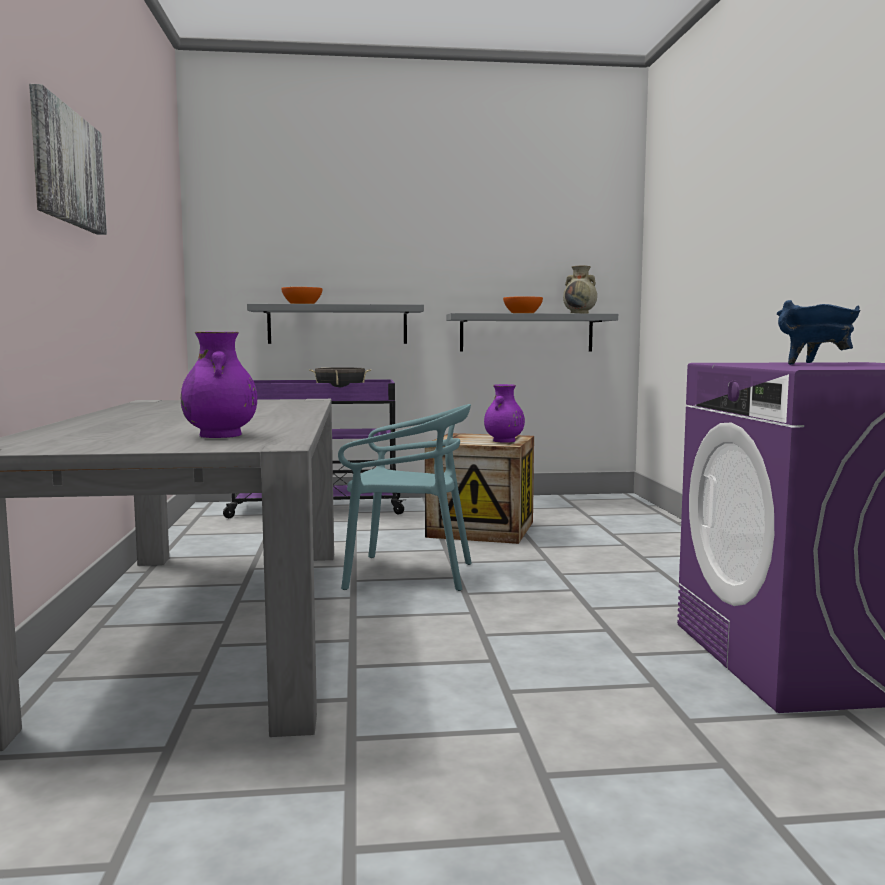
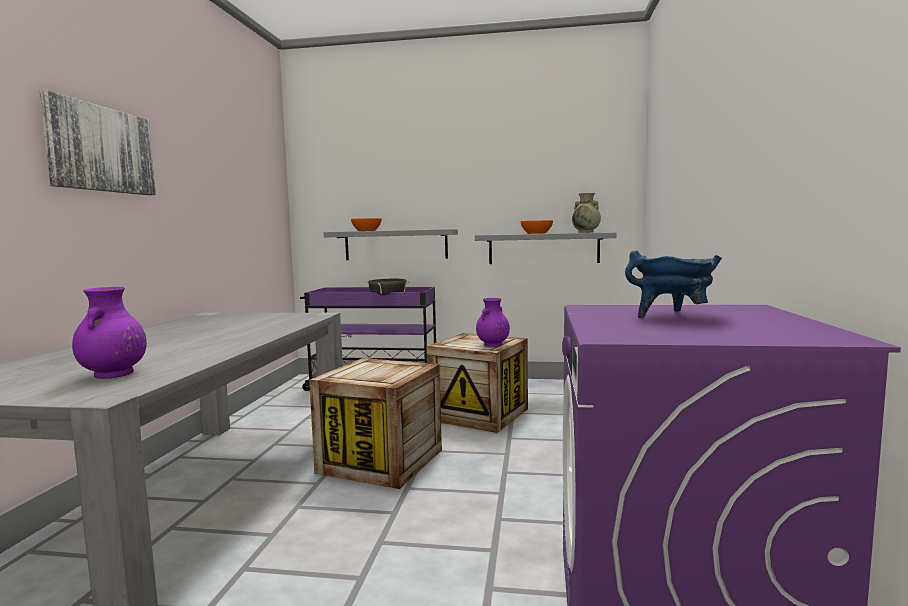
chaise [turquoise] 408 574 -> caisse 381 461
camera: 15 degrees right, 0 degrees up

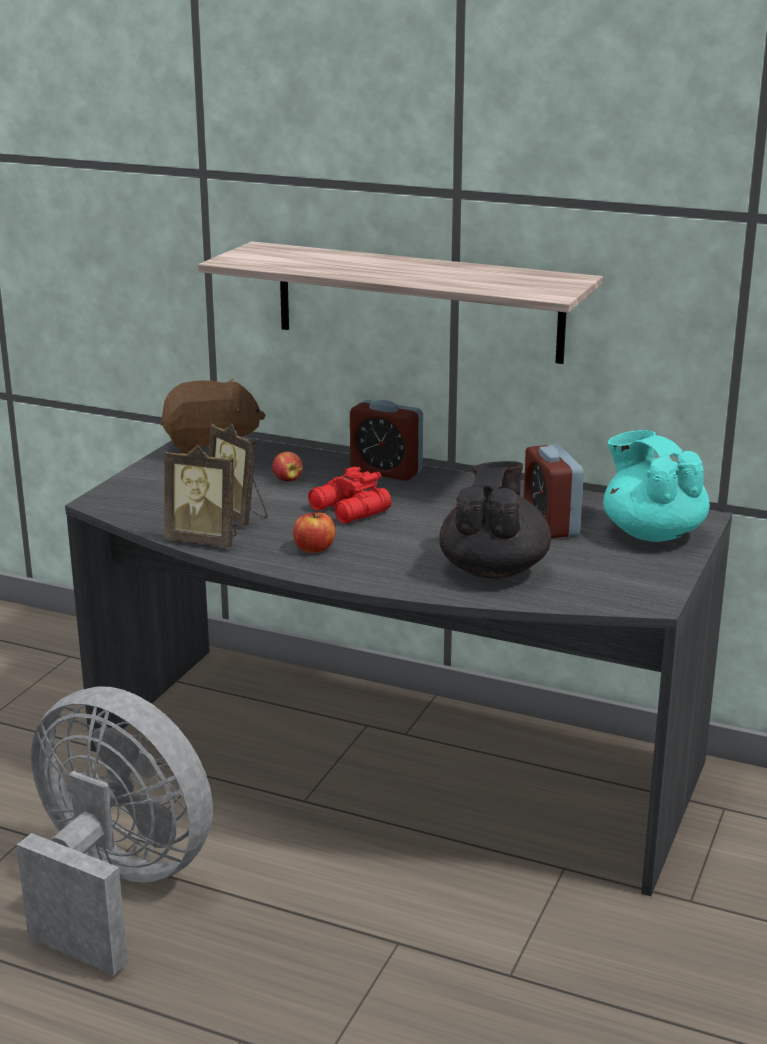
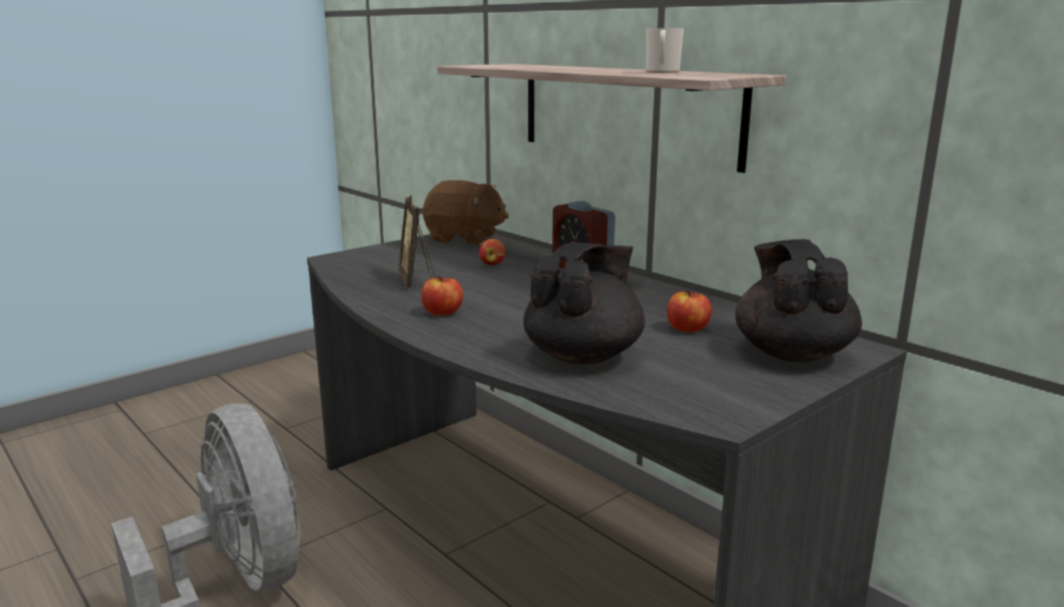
cadre photo 204 540 -> none
jumelles [rouge] 349 511 -> none
none -> mug 662 72
réveil 550 524 -> pomme 687 329
théière [turquoise] 651 533 -> théière [noir] 792 353
camera: 25 degrees right, 5 degrees down

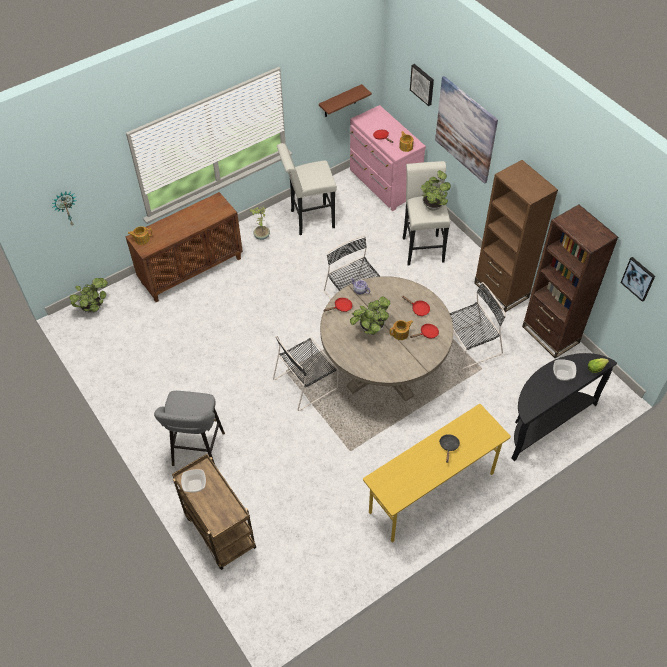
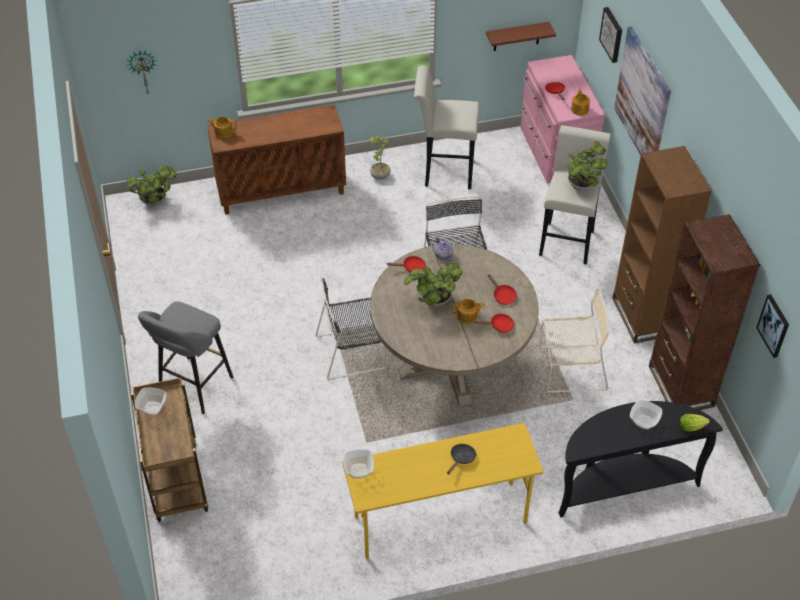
none -> bol 358 470
chaise [noir] 469 345 -> chaise [beige] 570 368
camera: 20 degrees right, 5 degrees down

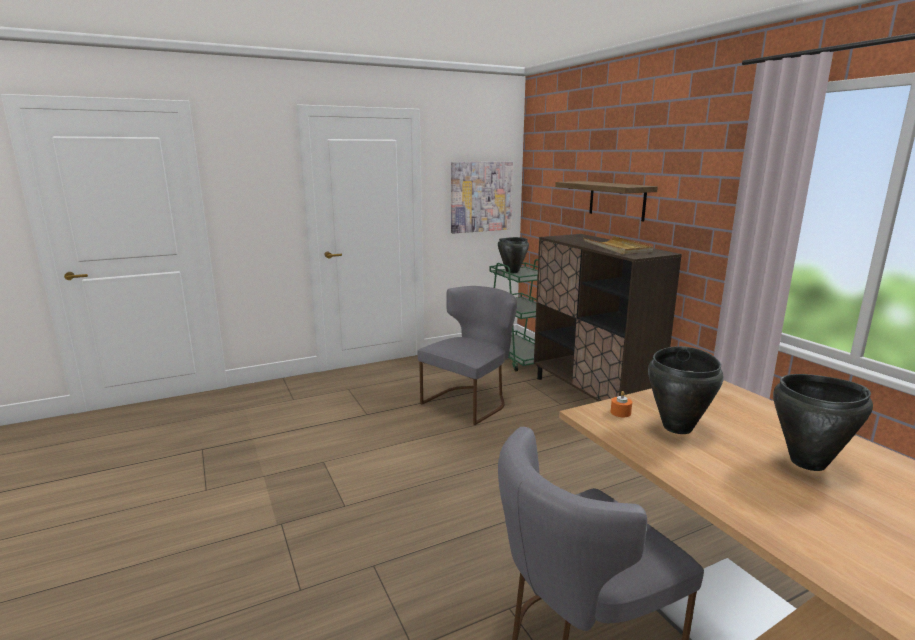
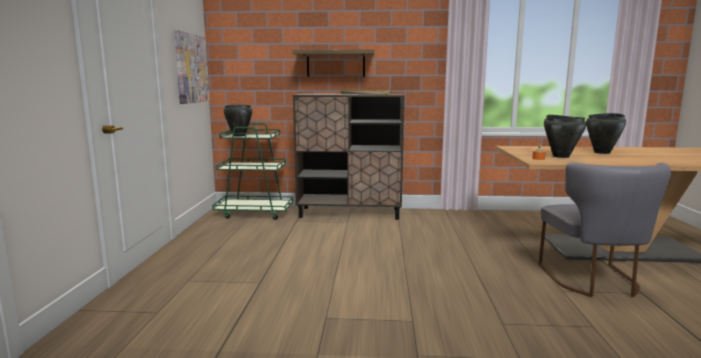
chaise [gris] 470 401 -> none
camera: 60 degrees left, 5 degrees down

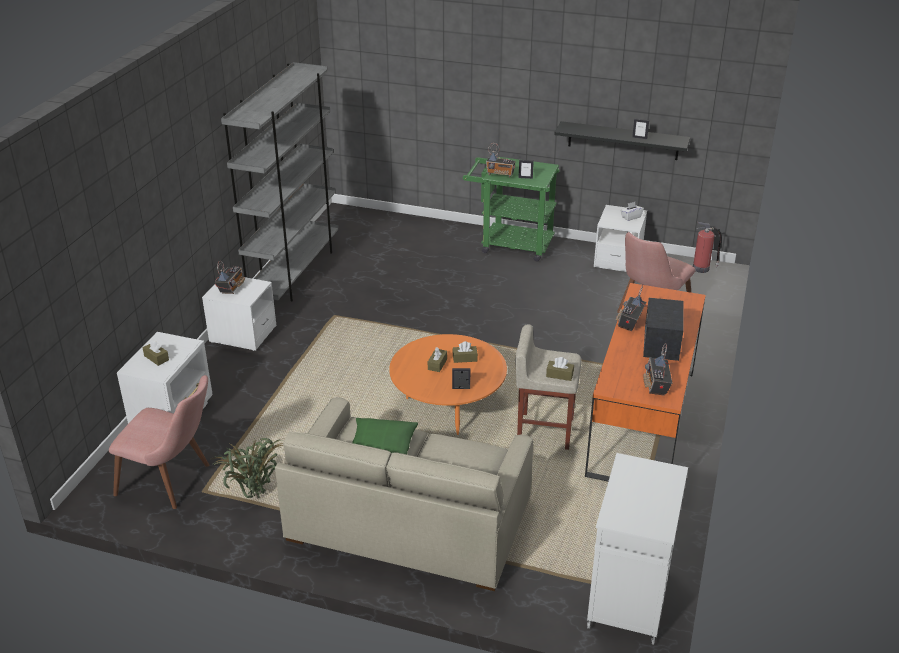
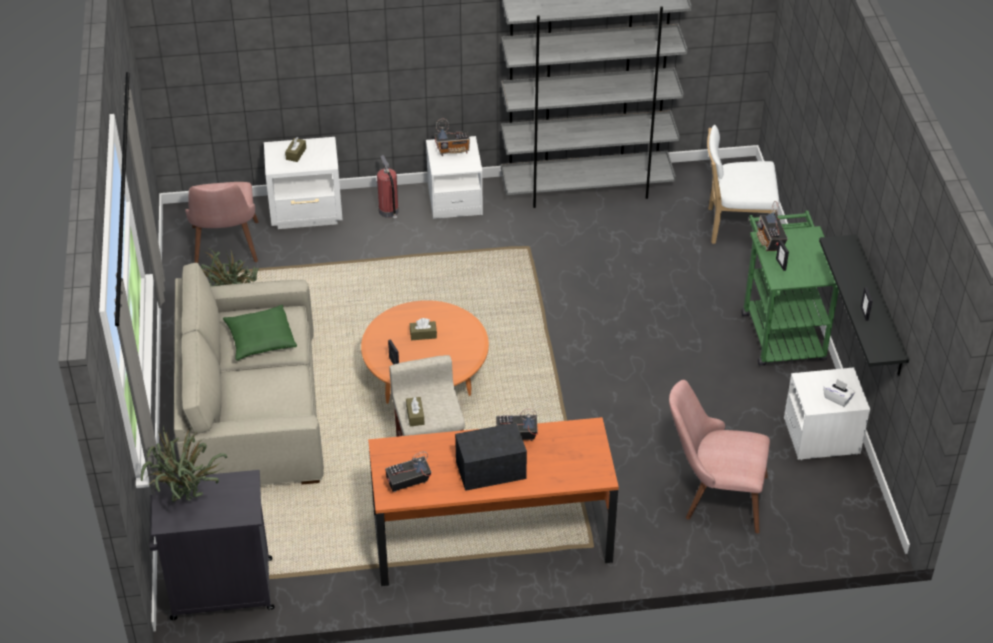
boîte à mouchoirs [marron] 464 358 -> none
none -> plante en pot 187 501
none -> chaise [blanc] 735 226
extincteur 702 268 -> extincteur 389 212, shifted
meuble de rangement [blanc] 628 599 -> meuble de rangement [noir] 219 590
camera: 65 degrees right, 10 degrees up

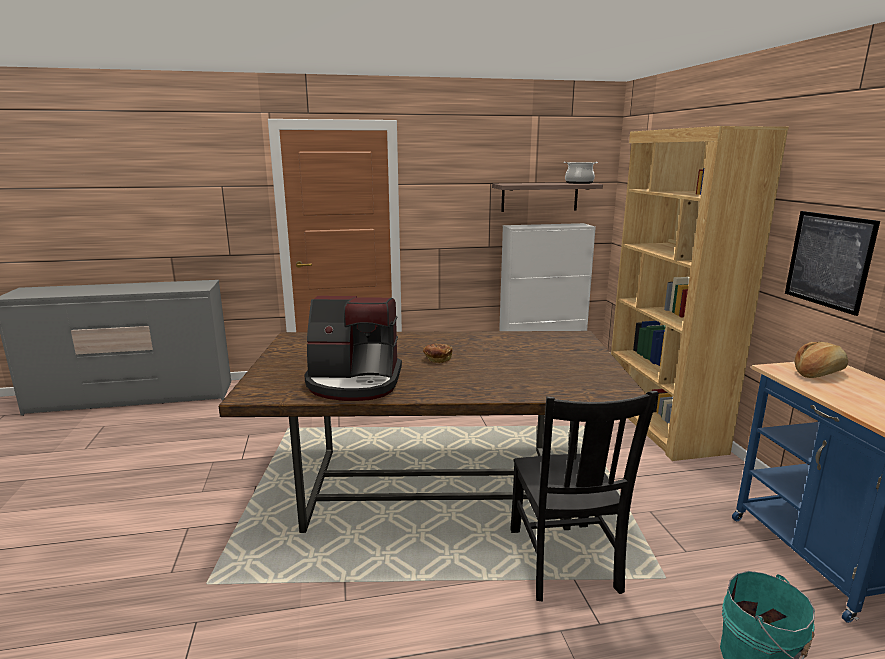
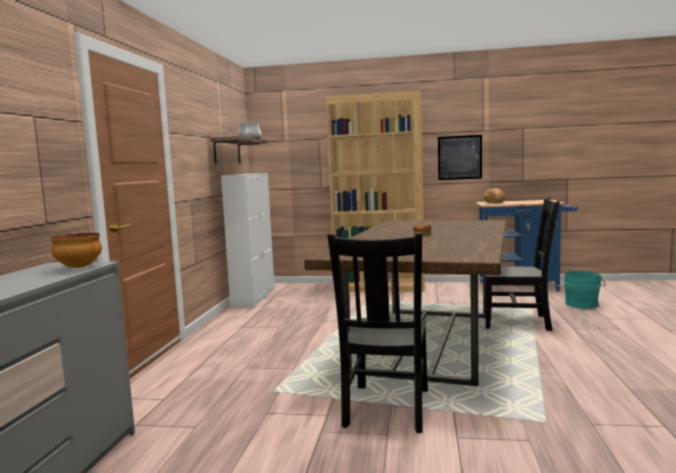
machine à café 354 382 -> none
none -> bol 78 267
none -> chaise [noir] 386 409
camera: 70 degrees left, 10 degrees down

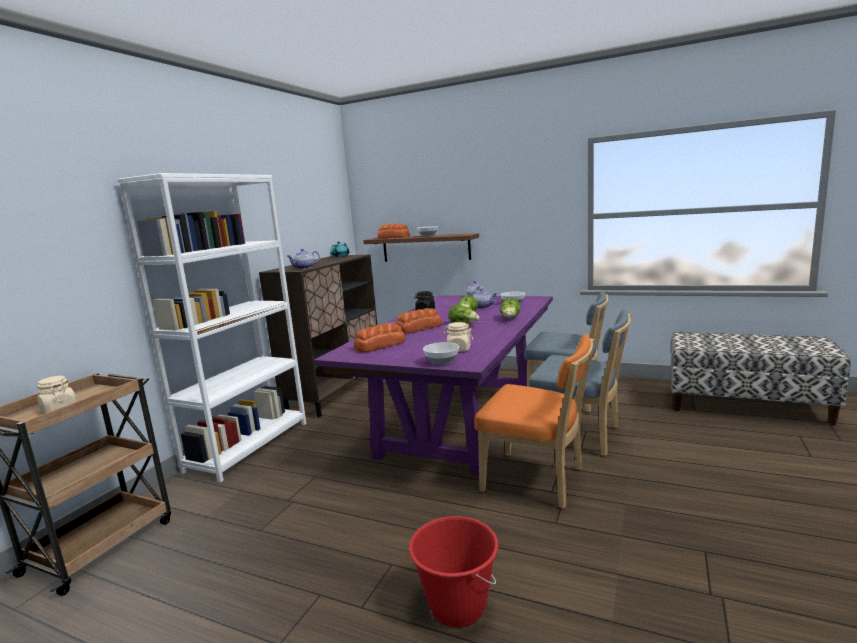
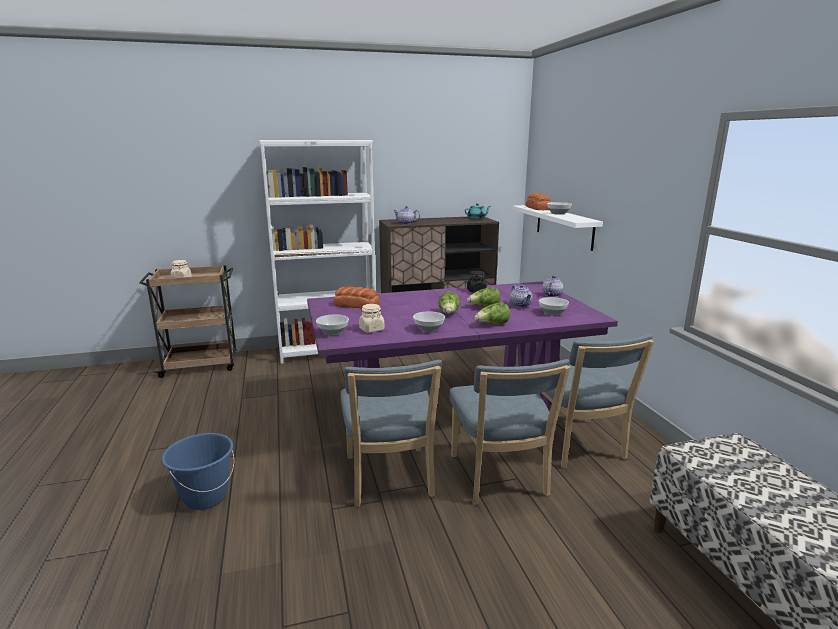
pain 419 328 -> none
none -> bol 428 329
étagère [marron] 425 248 -> étagère [blanc] 564 226
seau [rouge] 457 606 -> seau [bleu] 205 497
chaise [orange] 538 481 -> chaise [bleu] 389 479
camera: 50 degrees right, 5 degrees up

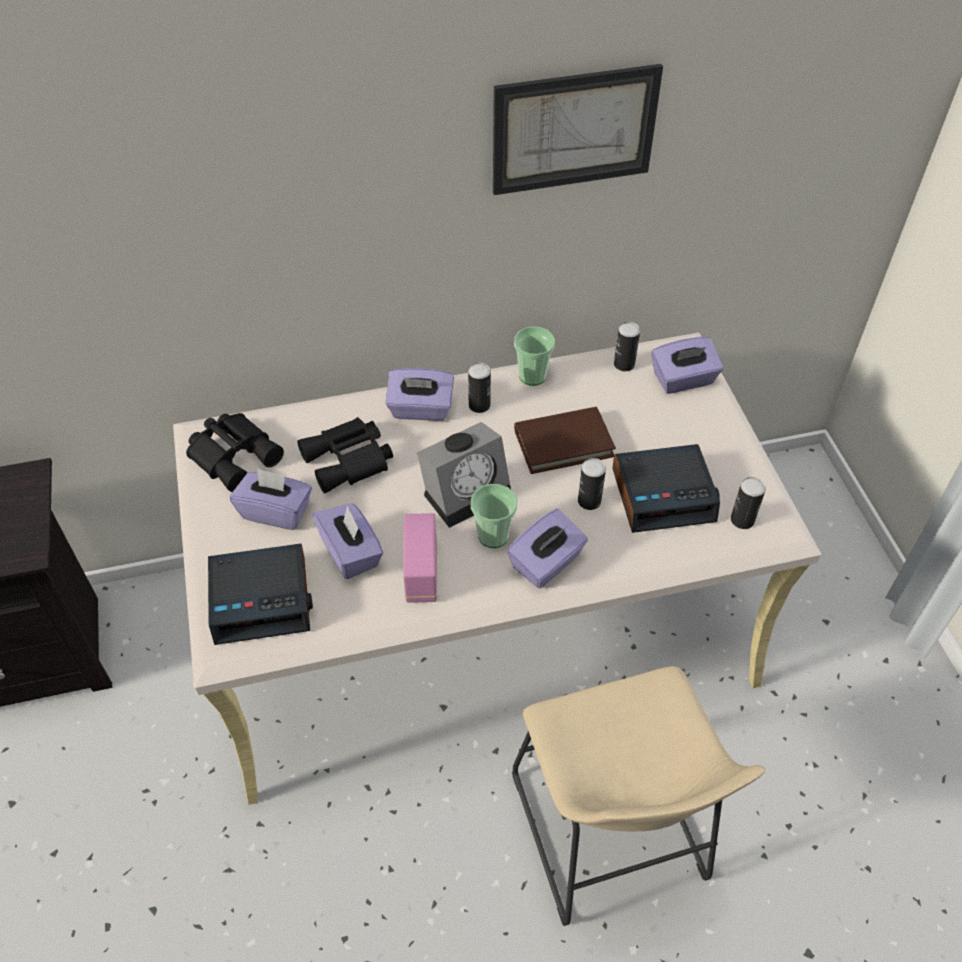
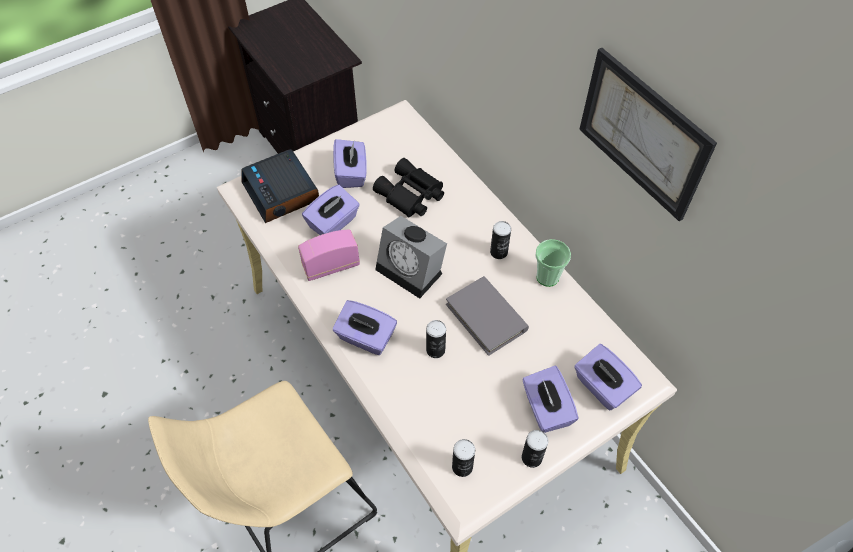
jumelles [noir] 235 454 -> none
tasse 493 535 -> none
réveil 664 495 -> none
boîte à mouchoirs [violet] 420 409 -> boîte à mouchoirs [violet] 546 409, shifted
boîte métallique 624 364 -> boîte métallique 531 457, shifted
livre [marron] 563 443 -> livre [gris] 486 317
camera: 70 degrees right, 5 degrees up

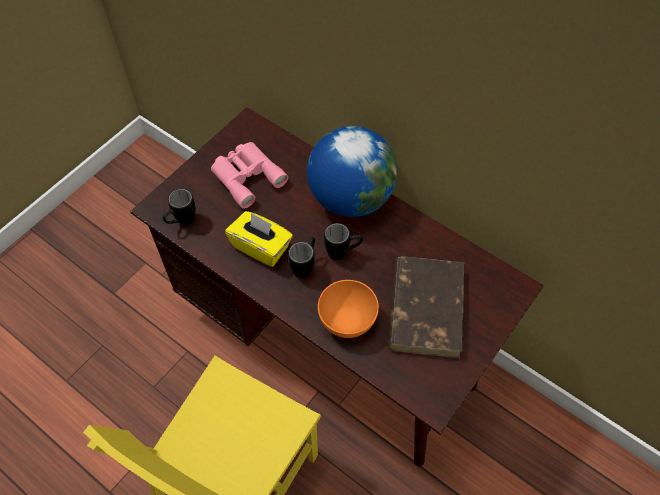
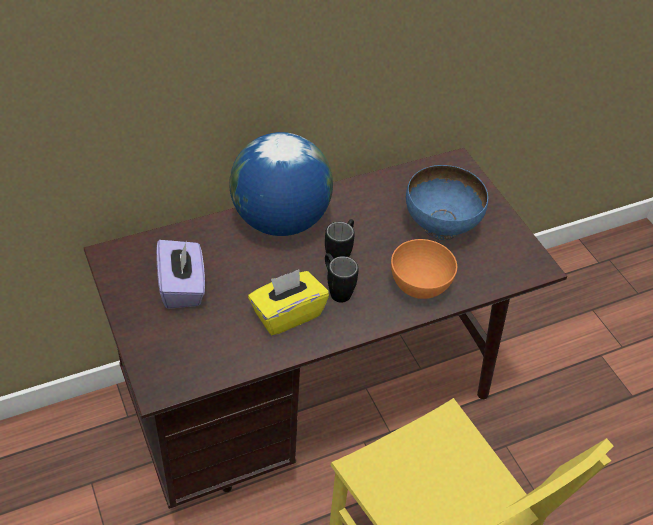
mug [noir] 182 222 -> none
jumelles [rose] 247 176 -> boîte à mouchoirs [violet] 182 287
livre [marron] 426 308 -> bol [bleu] 440 227
camera: 65 degrees left, 10 degrees down

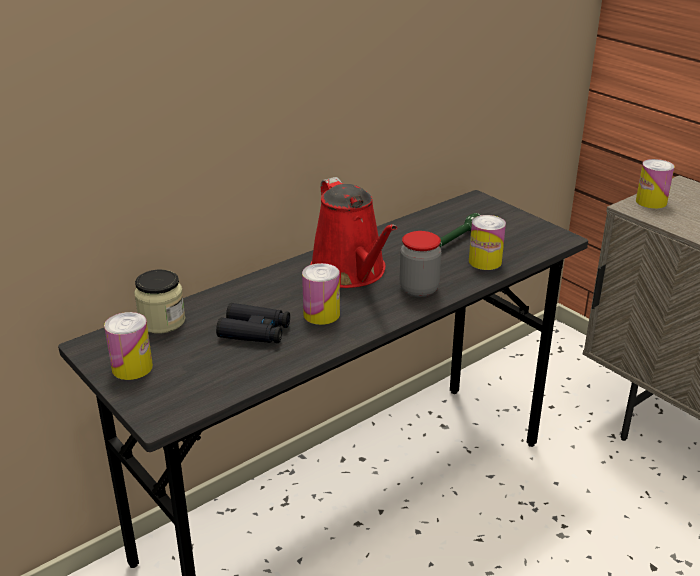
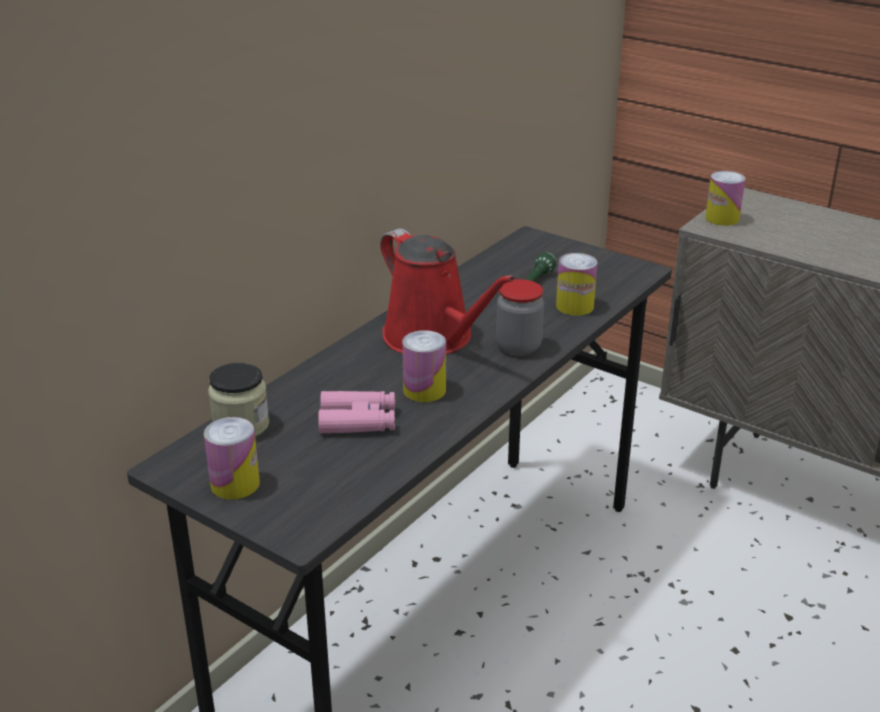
jumelles [noir] 255 331 -> jumelles [rose] 358 421
camera: 15 degrees left, 0 degrees up

